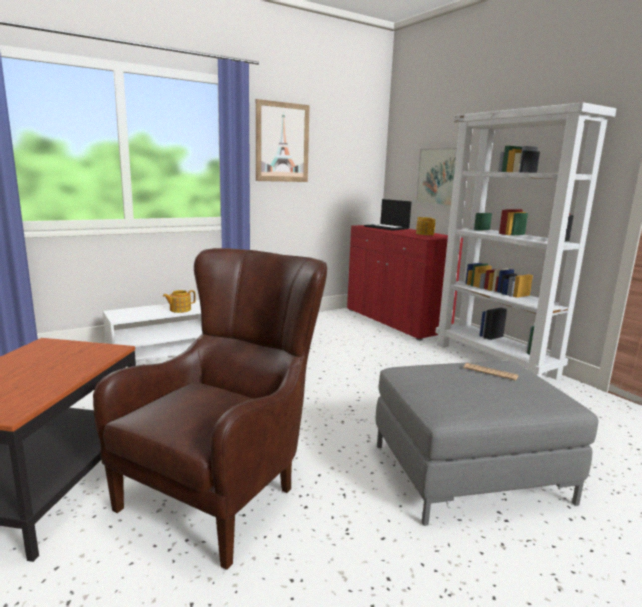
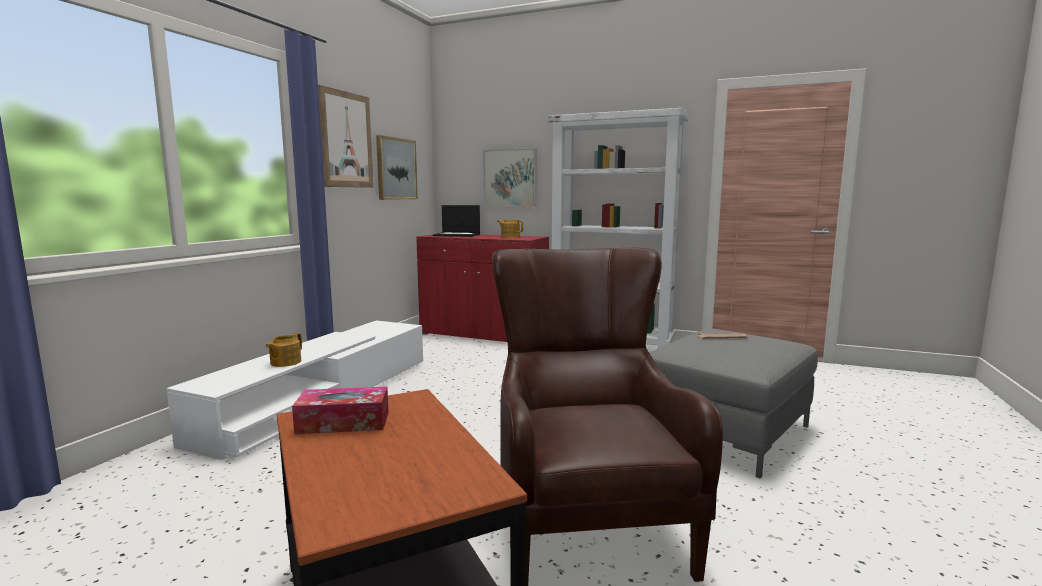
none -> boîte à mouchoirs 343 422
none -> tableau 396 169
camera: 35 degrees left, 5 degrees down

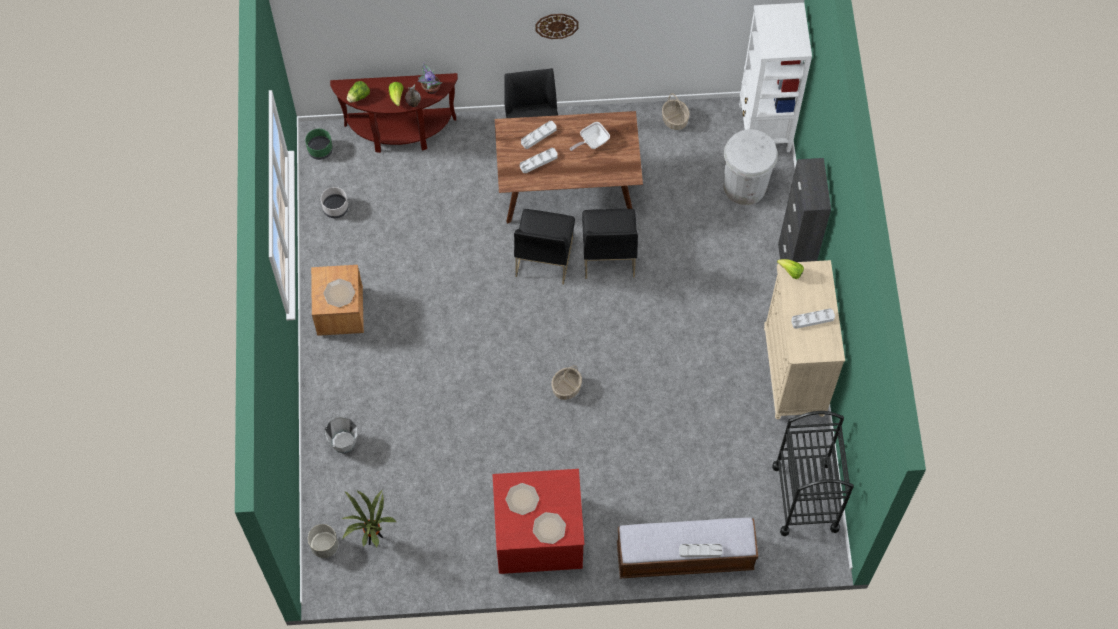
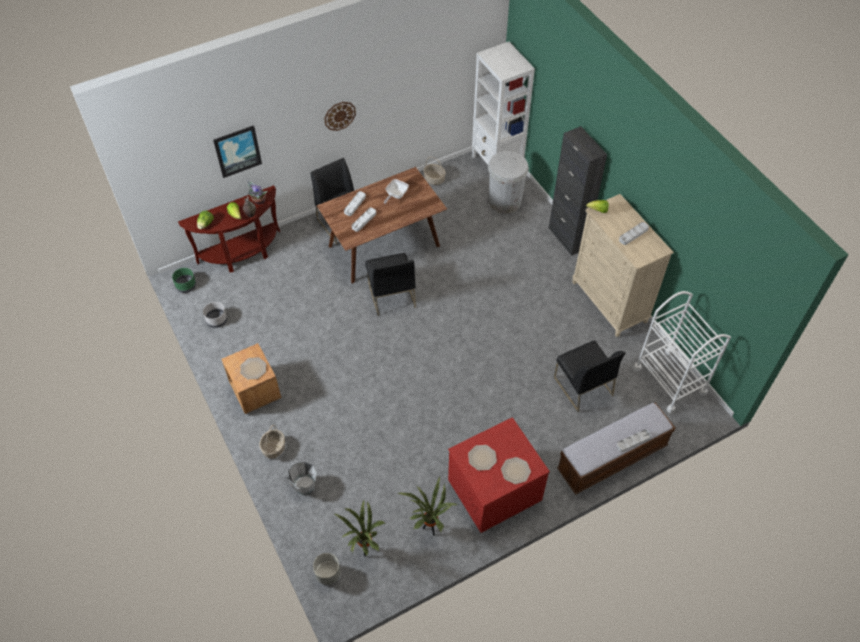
none -> tableau 237 151
none -> plante en pot 429 528
panier 566 387 -> panier 274 448, shifted
chaise [noir] 608 253 -> chaise [noir] 582 386, shifted
chariot [noir] 805 497 -> chariot [blanc] 669 380
camera: 25 degrees left, 10 degrees down

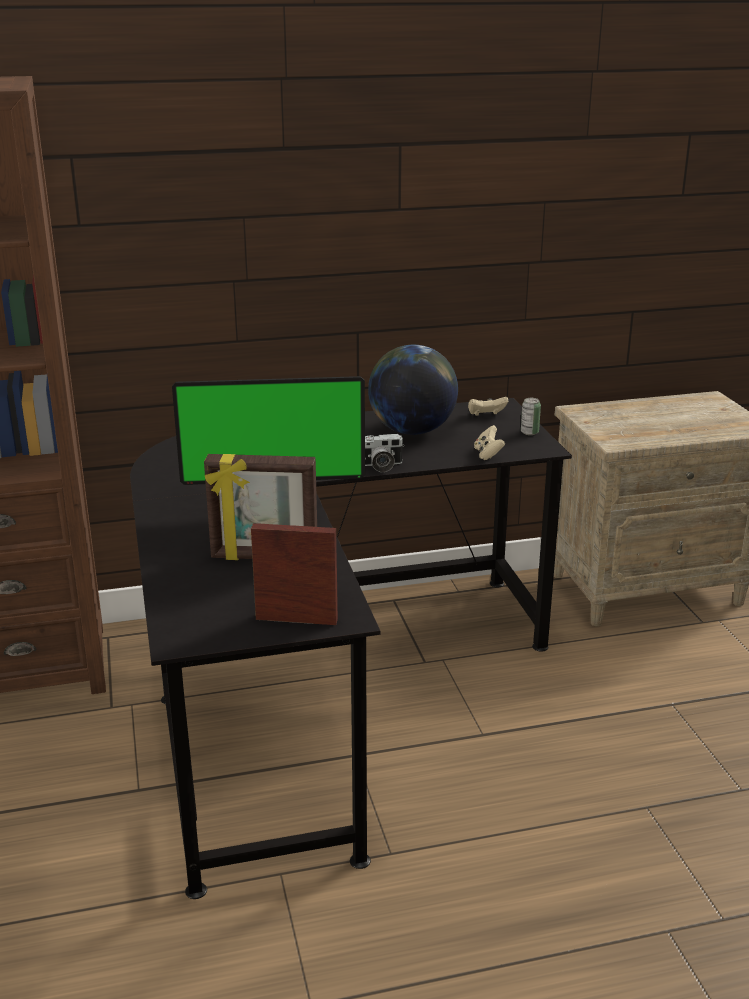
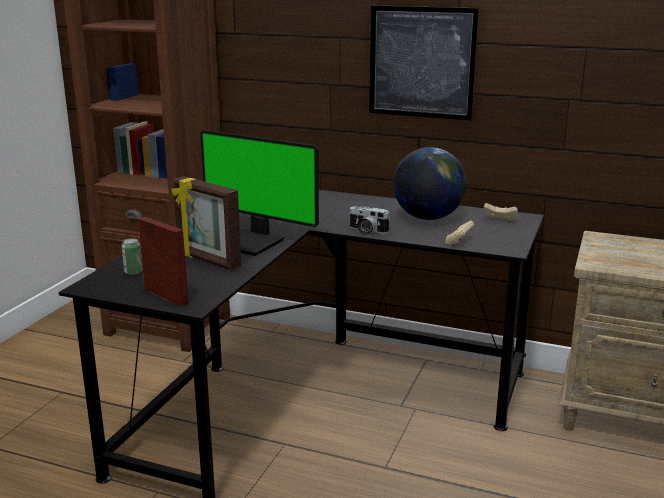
none -> tableau 422 62
boîte métallique 529 432 -> boîte métallique 133 272, shifted
camera: 35 degrees right, 5 degrees down

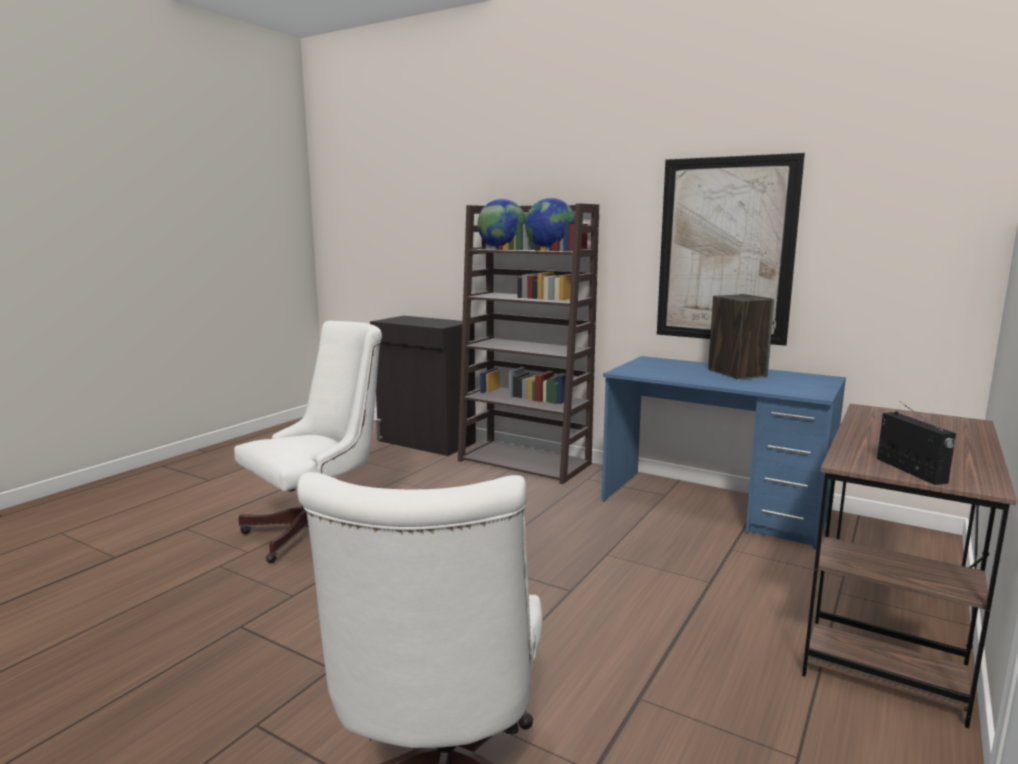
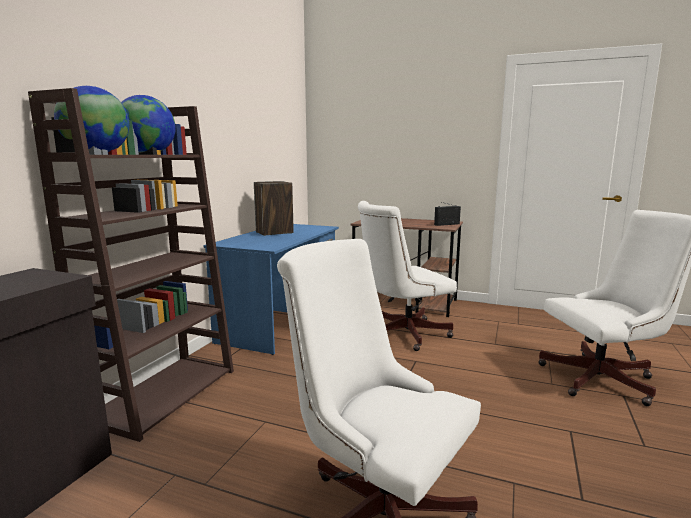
tableau 725 250 -> none
none -> chaise de bureau [blanc] 401 334
camera: 100 degrees left, 0 degrees up

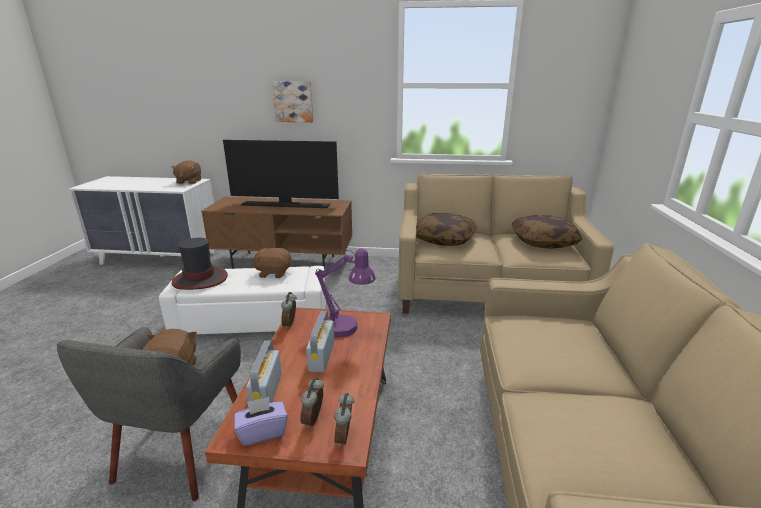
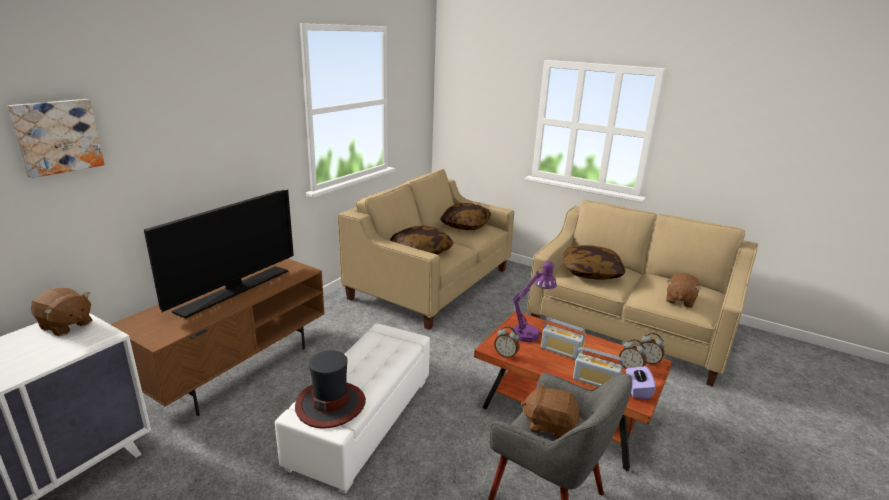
none -> coussin 591 272
peluche [marron] 274 273 -> peluche [marron] 679 300, shifted
tableau 293 101 -> tableau 57 136, shifted
camera: 65 degrees left, 0 degrees up

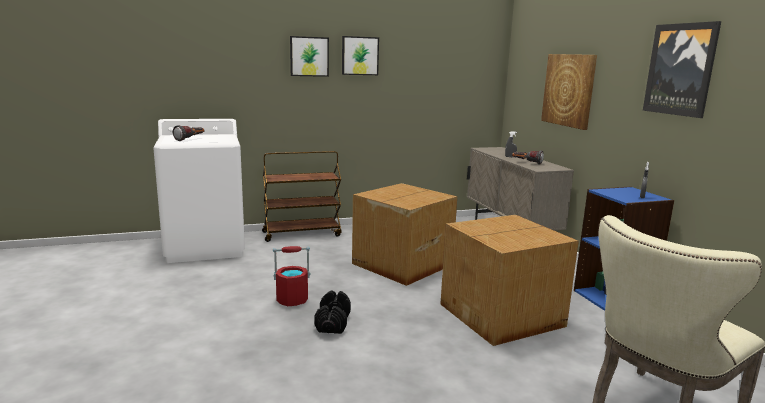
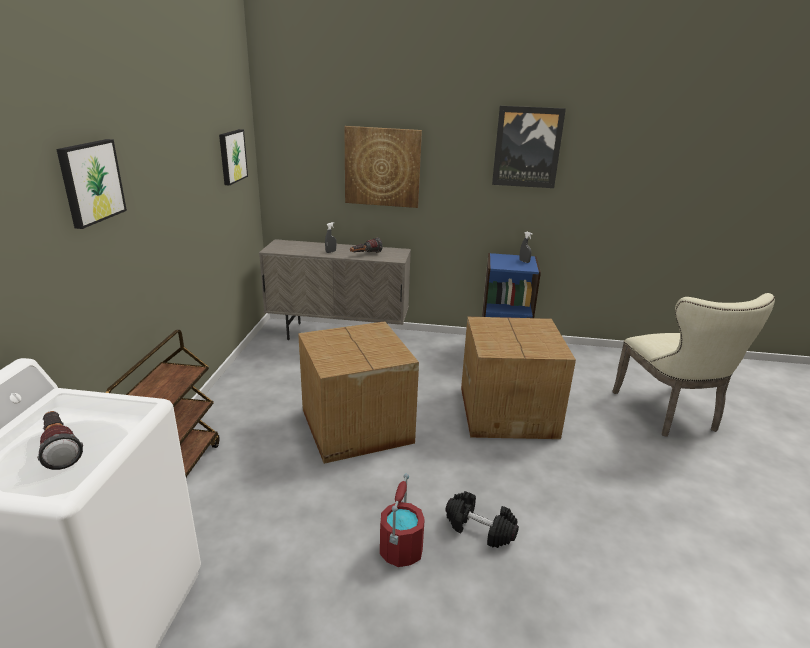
tableau 359 56 -> tableau 231 156, shifted
camera: 65 degrees left, 10 degrees up

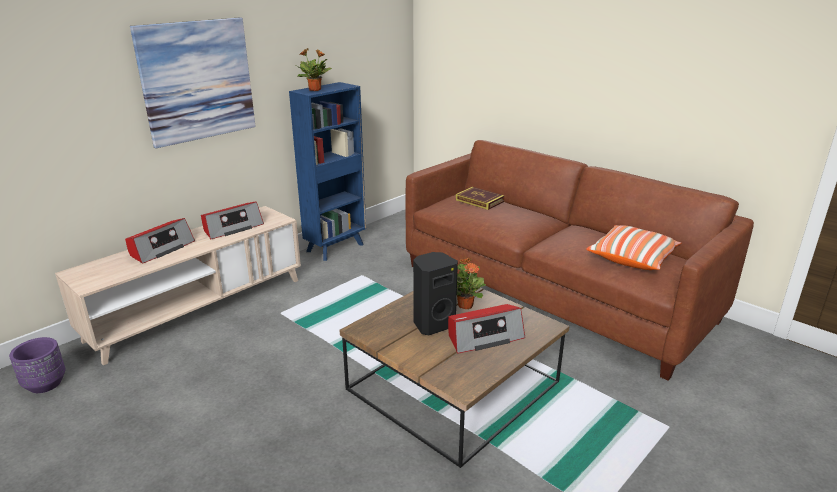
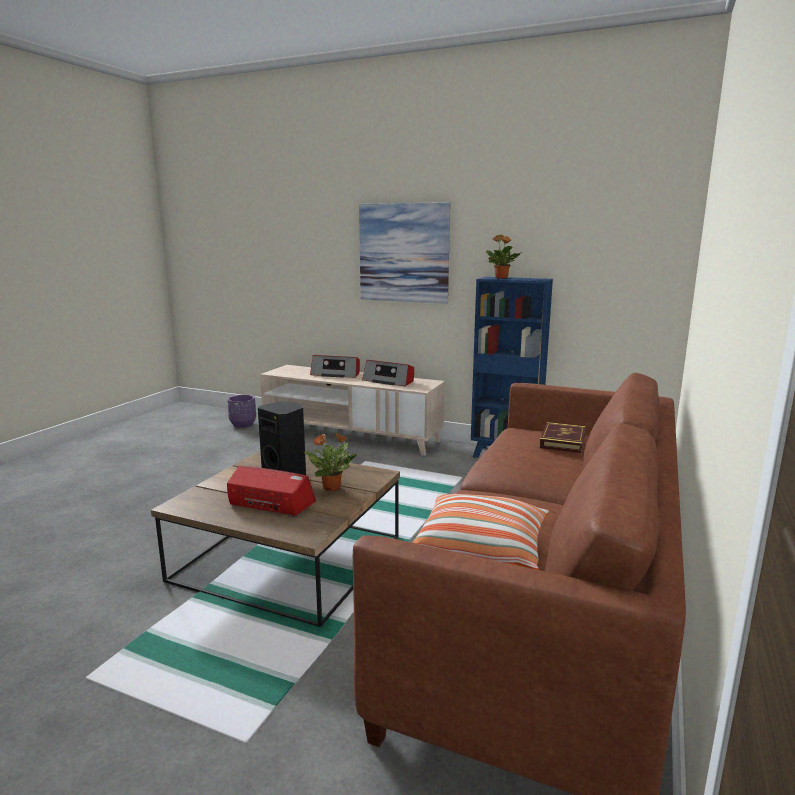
radio 484 337 -> radio 270 504, 150 degrees clockwise
camera: 70 degrees right, 10 degrees down

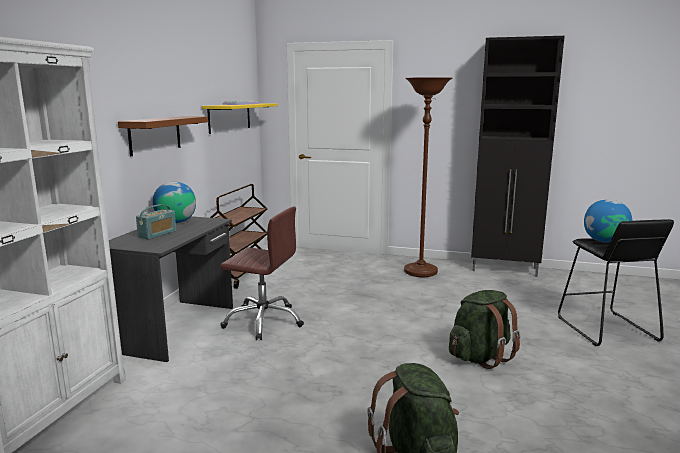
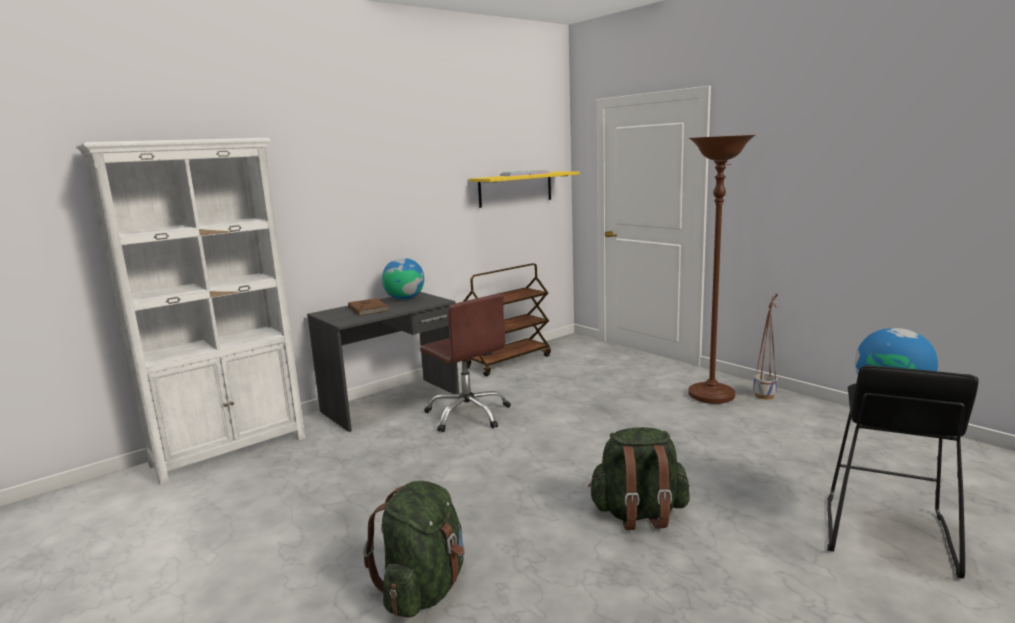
étagère [marron] 155 135 -> none
meuble de rangement [noir] 505 270 -> none
none -> cache-pot 764 396
radio 157 234 -> livre [marron] 369 309
camera: 35 degrees right, 0 degrees up

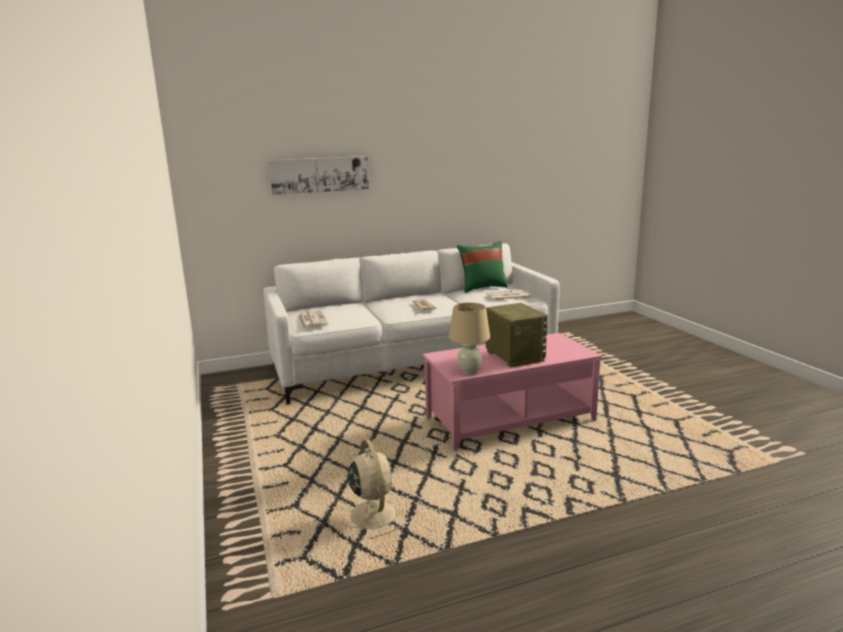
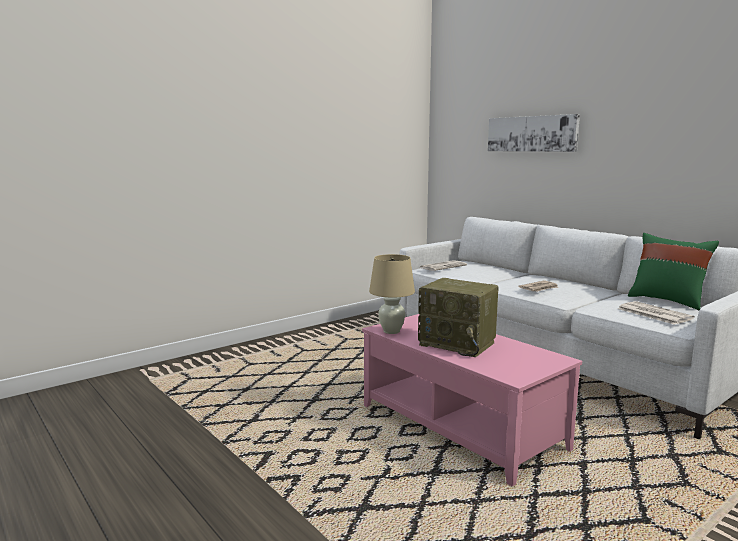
ventilateur [beige] 373 513 -> none
radio 513 356 -> radio 458 344, 75 degrees clockwise
camera: 70 degrees right, 5 degrees down

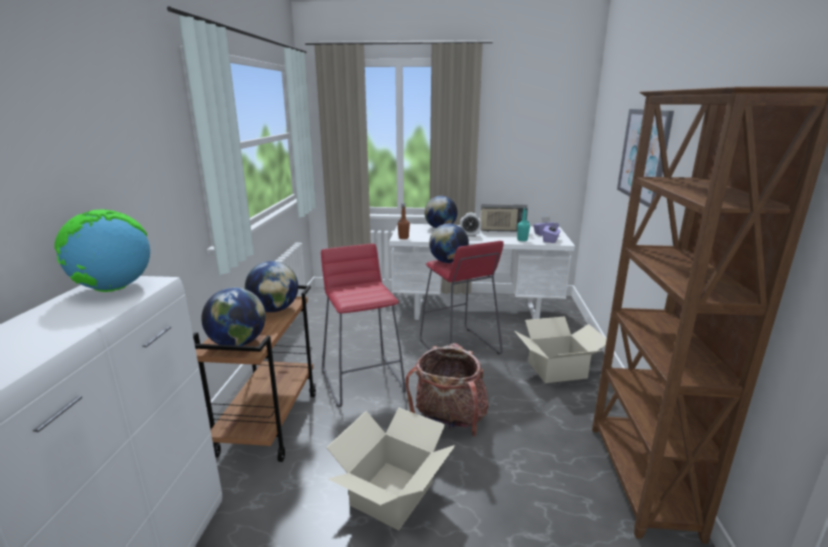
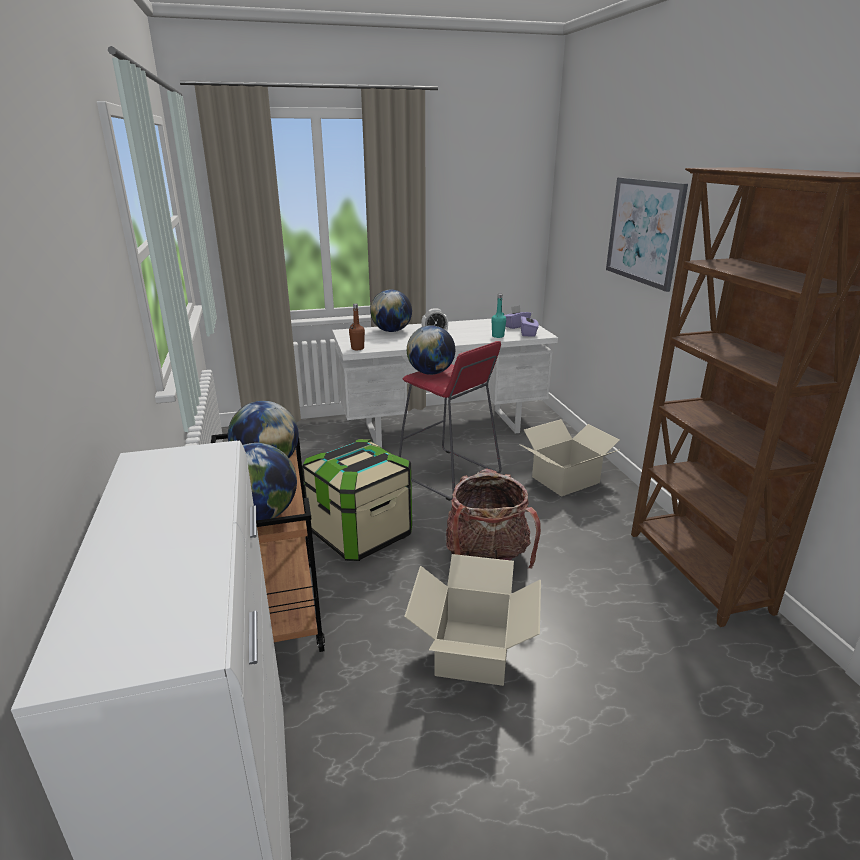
globe 113 289 -> none
radio 502 230 -> none
tabouret [rouge] 363 380 -> boîte de rangement 360 534
camera: 20 degrees left, 5 degrees up

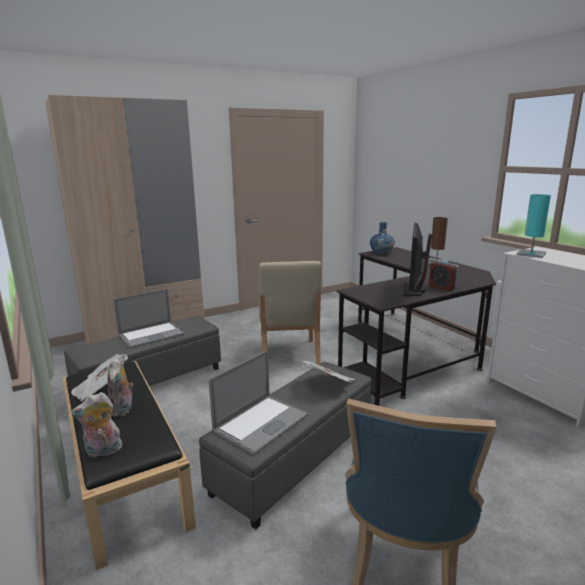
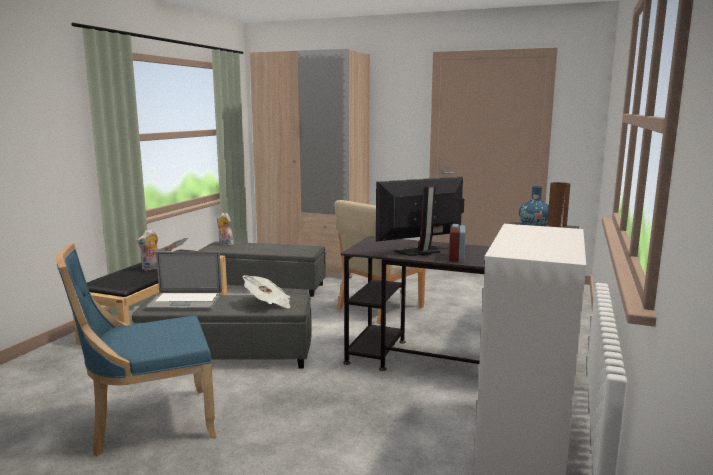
ordinateur portable 151 335 -> none
lampe de table [turquoise] 531 254 -> none
peluche 103 451 -> peluche 225 244, shifted
camera: 50 degrees right, 5 degrees down

